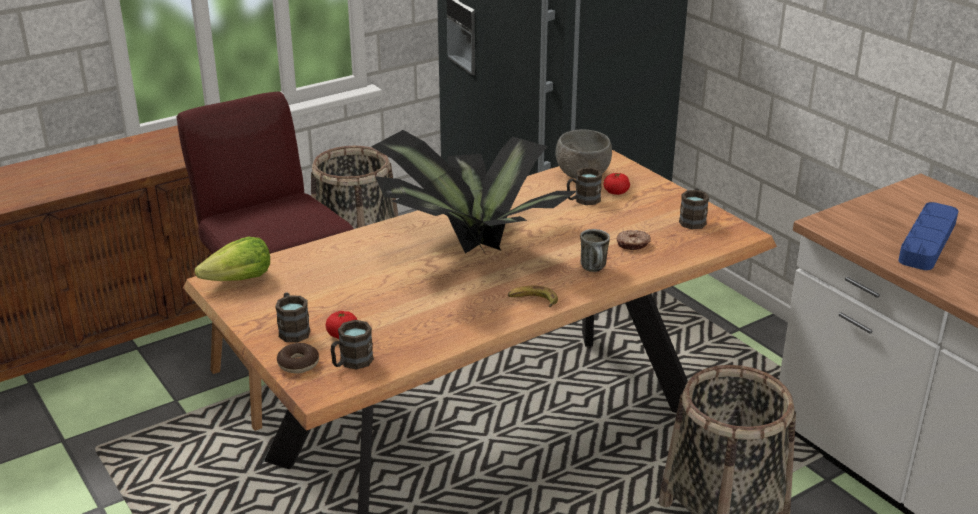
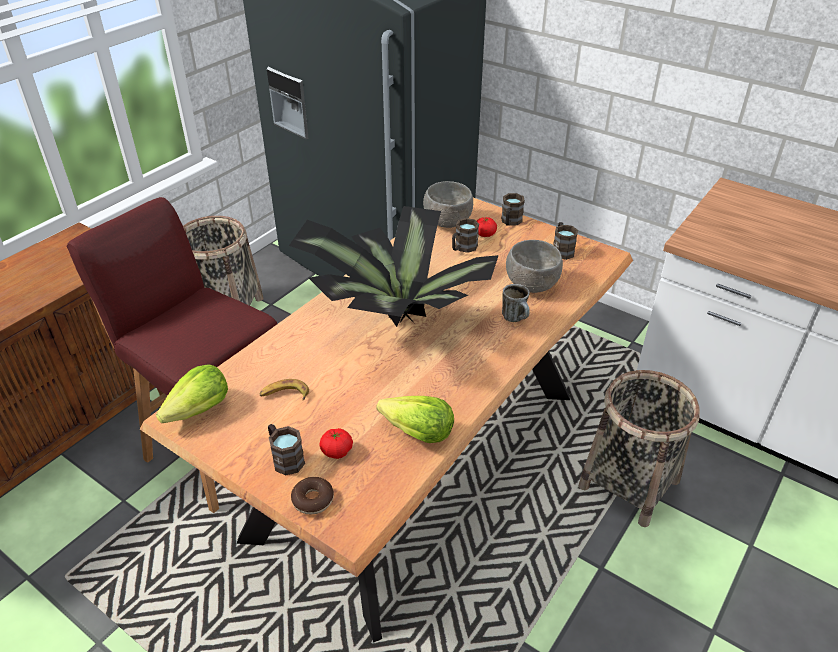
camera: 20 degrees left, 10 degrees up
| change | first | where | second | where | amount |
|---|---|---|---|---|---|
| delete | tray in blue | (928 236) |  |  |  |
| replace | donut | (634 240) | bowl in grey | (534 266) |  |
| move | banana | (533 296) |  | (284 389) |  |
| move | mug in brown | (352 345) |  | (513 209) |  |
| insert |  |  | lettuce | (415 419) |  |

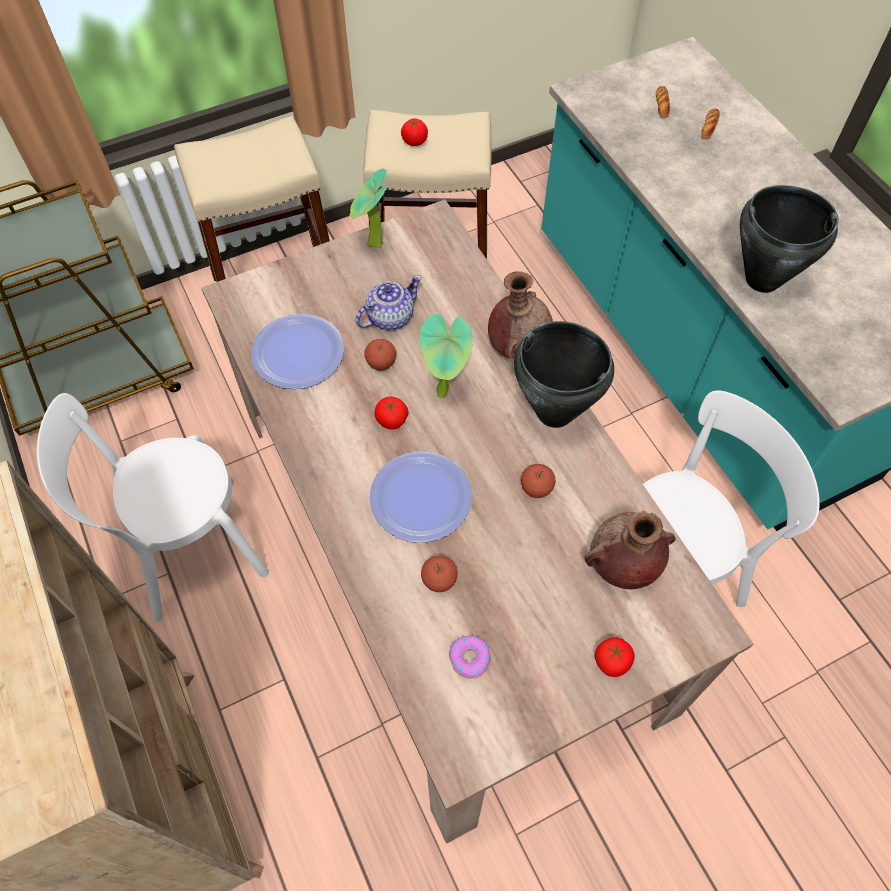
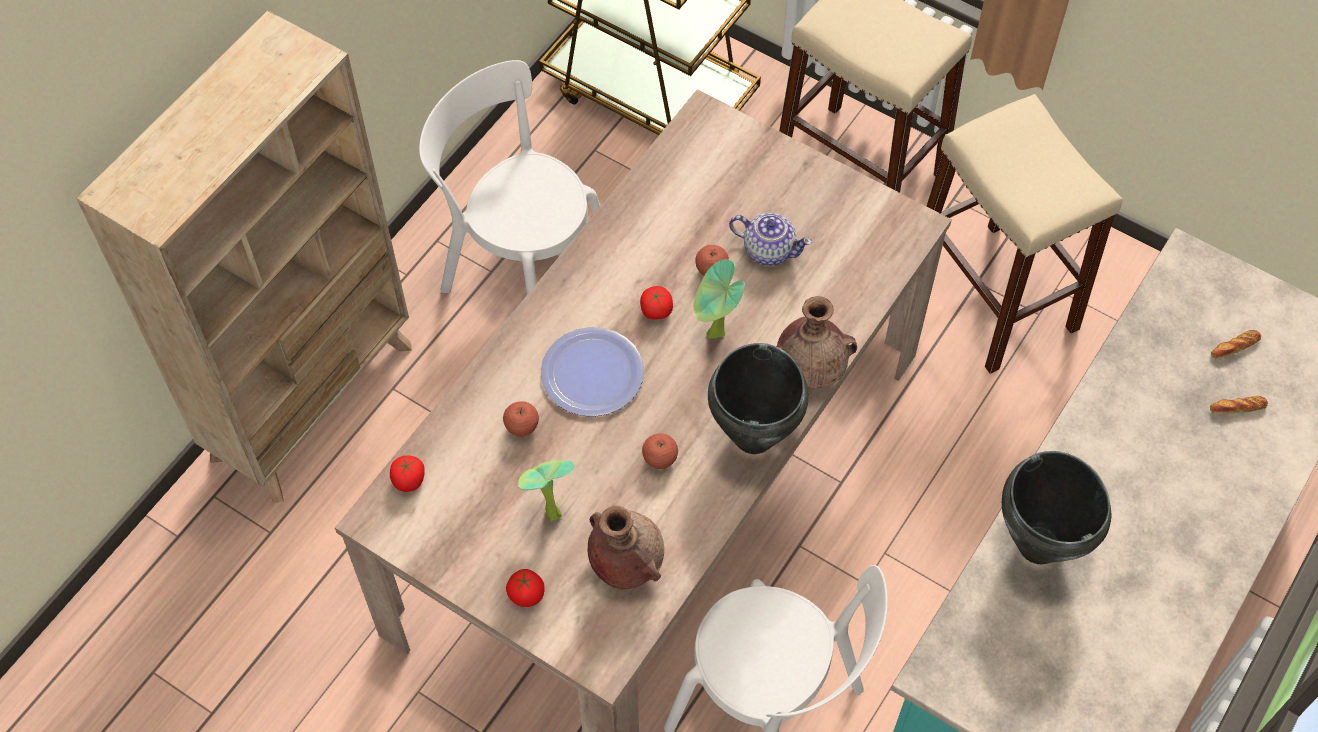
camera: 60 degrees right, 0 degrees up
| change | first | where | second | where | amount |
|---|---|---|---|---|---|
| move | tomato | (414 132) |  | (407 474) |  |
| move | potted plant | (368 208) |  | (546 491) |  |
| delete | plate | (297 351) |  |  |  |
| delete | donut | (470 657) |  |  |  |

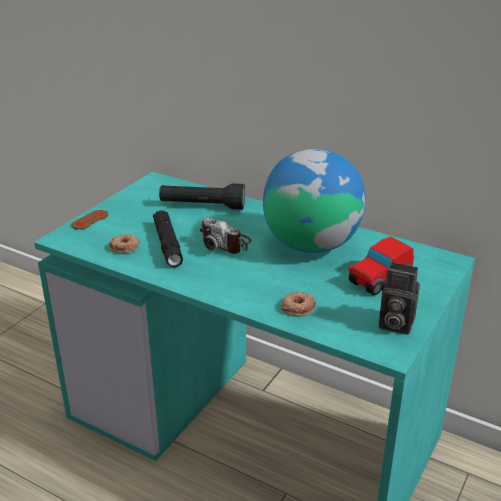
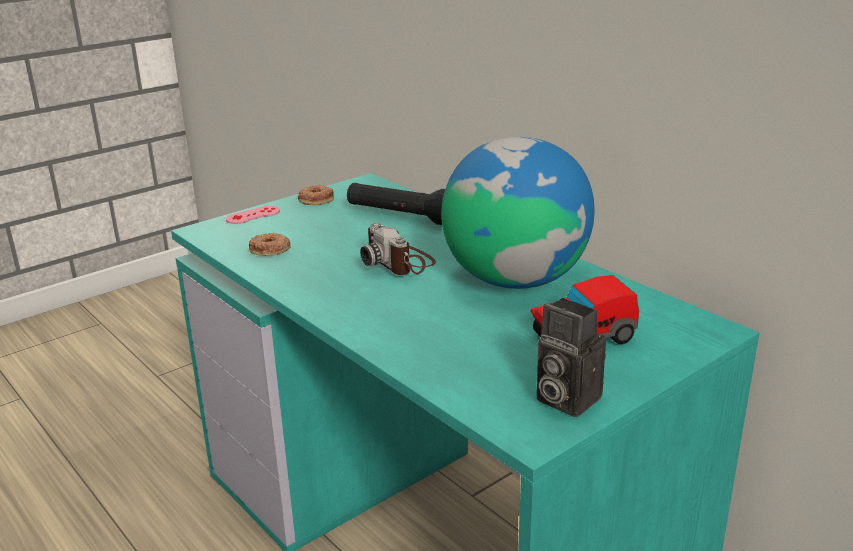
camera: 20 degrees right, 5 degrees down
| change | first | where | second | where | amount |
|---|---|---|---|---|---|
| recolor | game controller in brown | (90 220) | game controller in pink | (253 215) |  |
| delete | flashlight in black | (168 239) |  |  |  |
| move | donut | (298 304) |  | (316 194) |  |

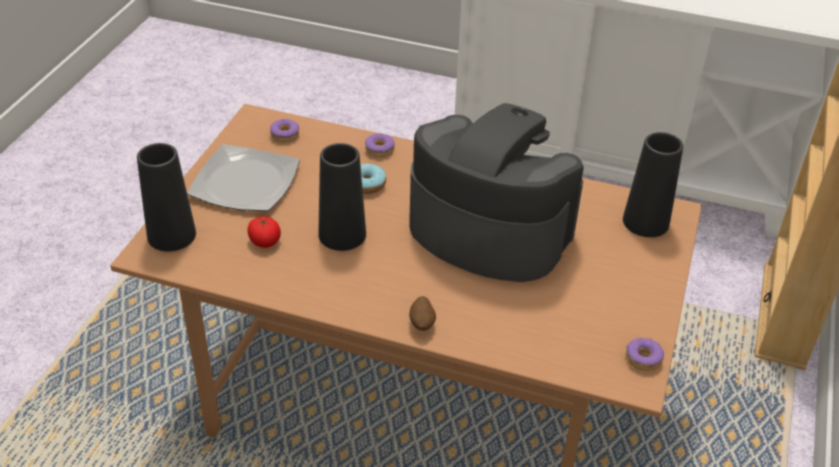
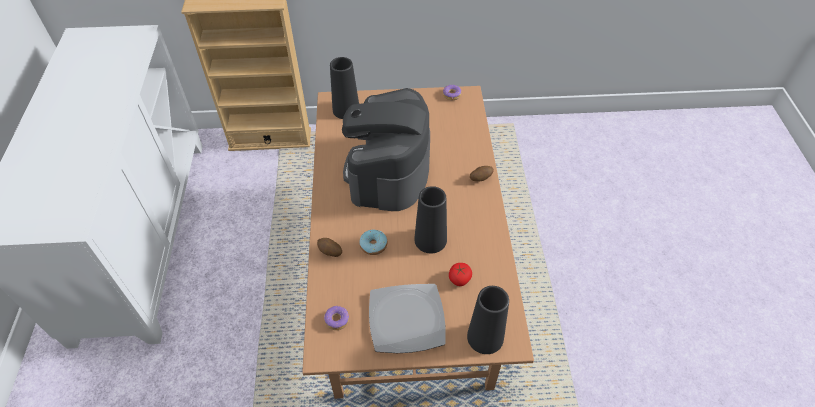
camera: 110 degrees left, 10 degrees up
| change | first | where | second | where | amount |
|---|---|---|---|---|---|
| replace | donut | (379 145) | potato | (329 247) |  |

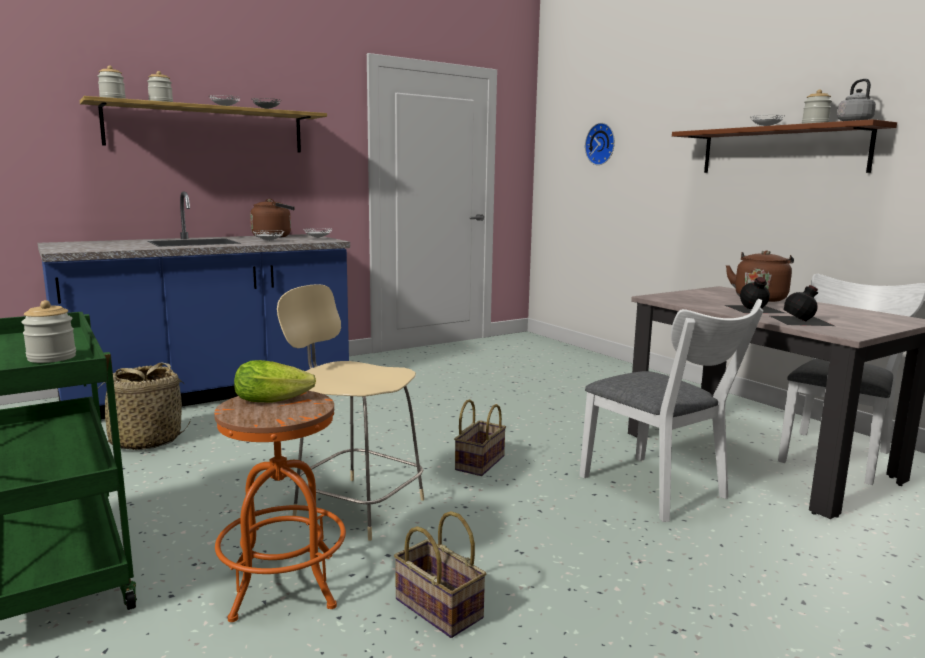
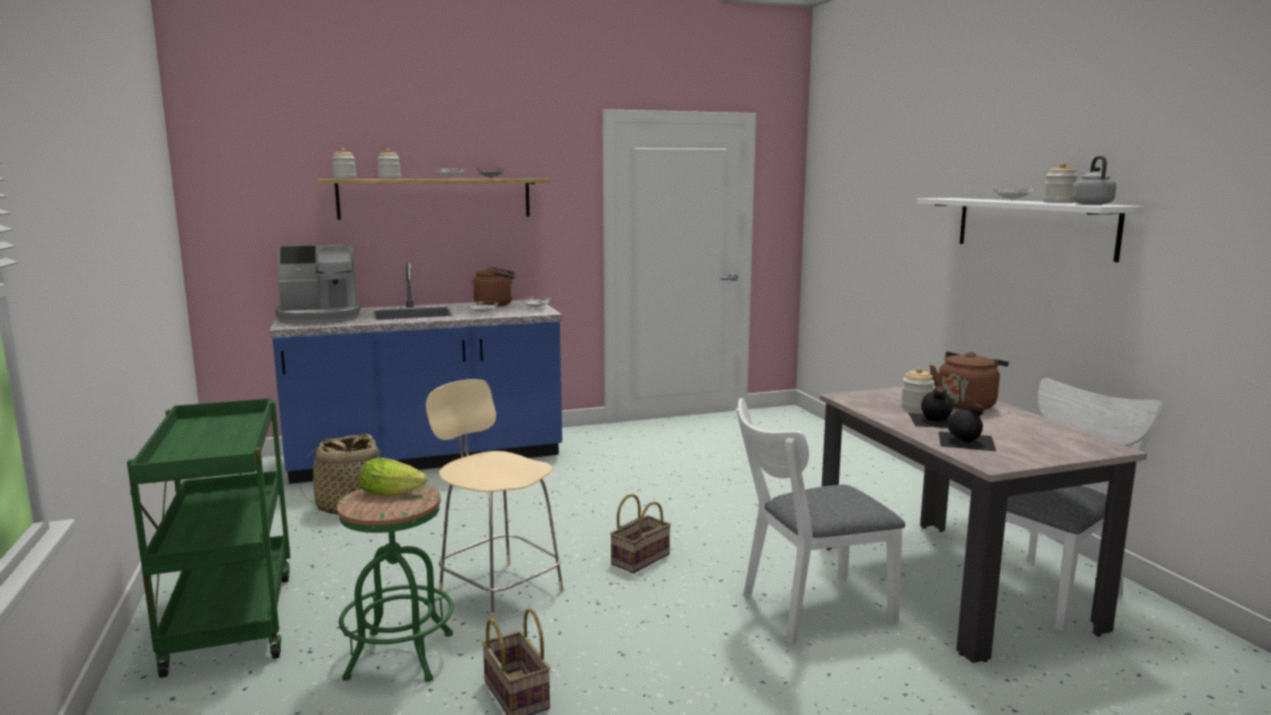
camera: 15 degrees right, 0 degrees up
| change | first | where | second | where | amount |
|---|---|---|---|---|---|
| recolor | shelf in brown | (784 146) | shelf in white | (1031 230) |  |
| delete | wall clock | (600 144) |  |  |  |
| rotate | chair in white | (671 410) |  | (820 521) | 90 degrees clockwise |
| move | jar | (48 331) |  | (918 389) |  |
| recolor | stool in orange | (280 506) | stool in green | (395 583) |  |
| insert |  |  | coffee machine | (318 284) |  |

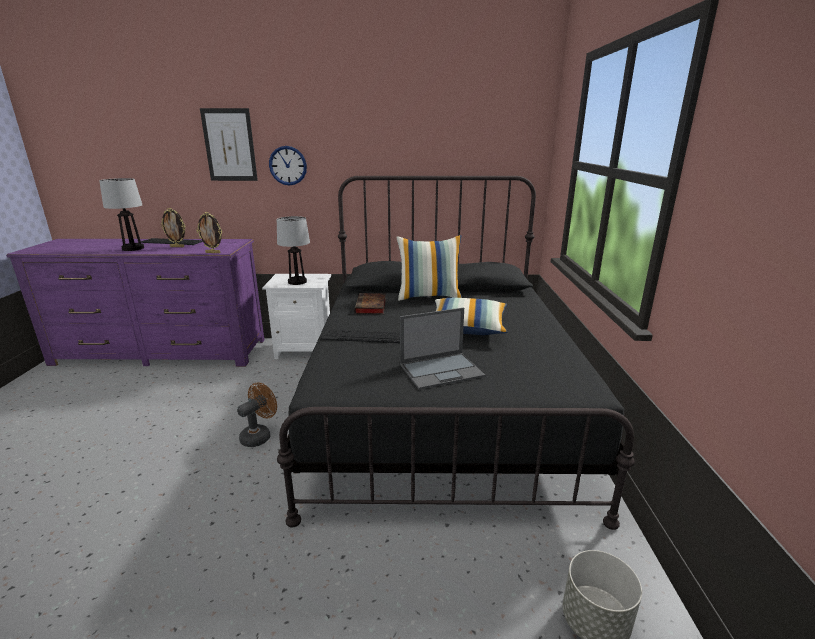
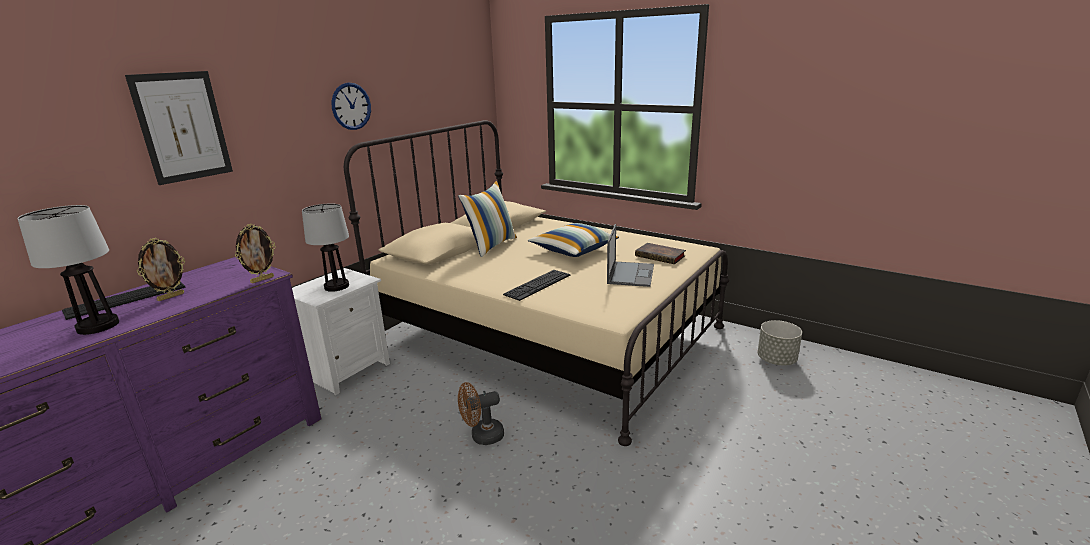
camera: 55 degrees left, 0 degrees up
| change | first | where | second | where | amount |
|---|---|---|---|---|---|
| move | wall clock | (288 166) |  | (351 106) |  |
| recolor | bed in black | (456 353) | bed in beige | (536 283) |  |
| move | book | (370 303) |  | (660 253) |  |
| rotate | fan in brown | (257 414) |  | (481 413) | 90 degrees counterclockwise |

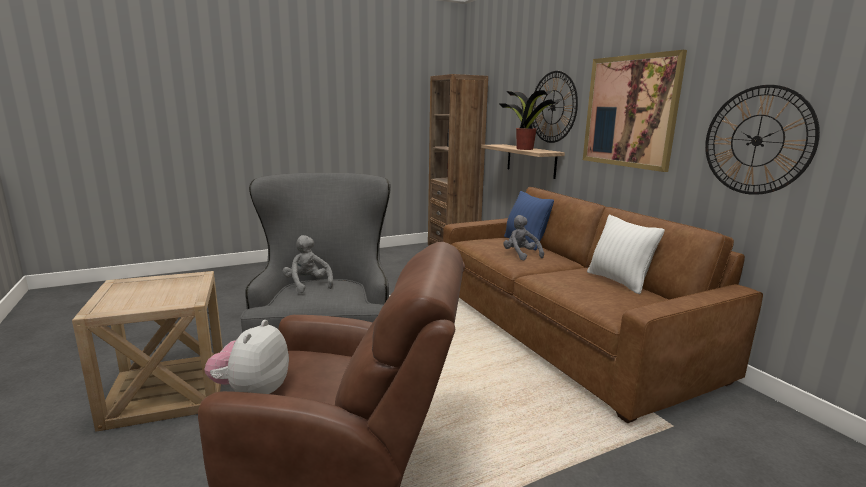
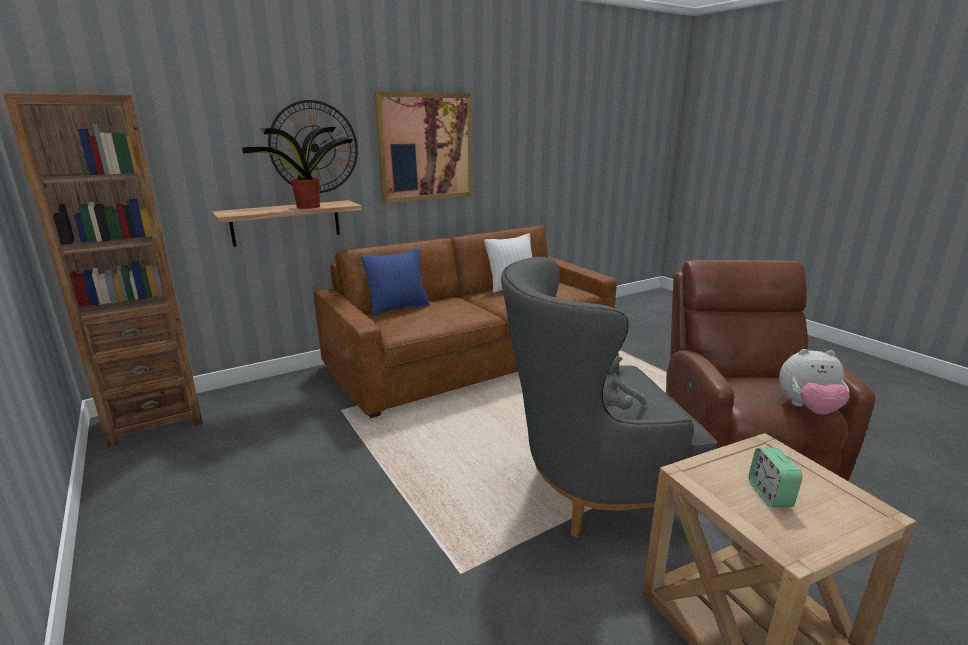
camera: 95 degrees left, 5 degrees up
| change | first | where | second | where | amount |
|---|---|---|---|---|---|
| delete | wall clock | (762 140) |  |  |  |
| delete | plush toy in grey | (523 238) |  |  |  |
| insert |  |  | alarm clock | (776 477) |  |

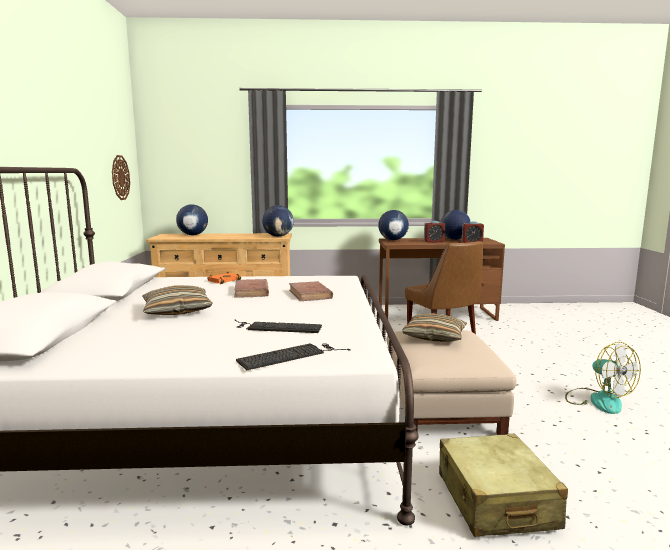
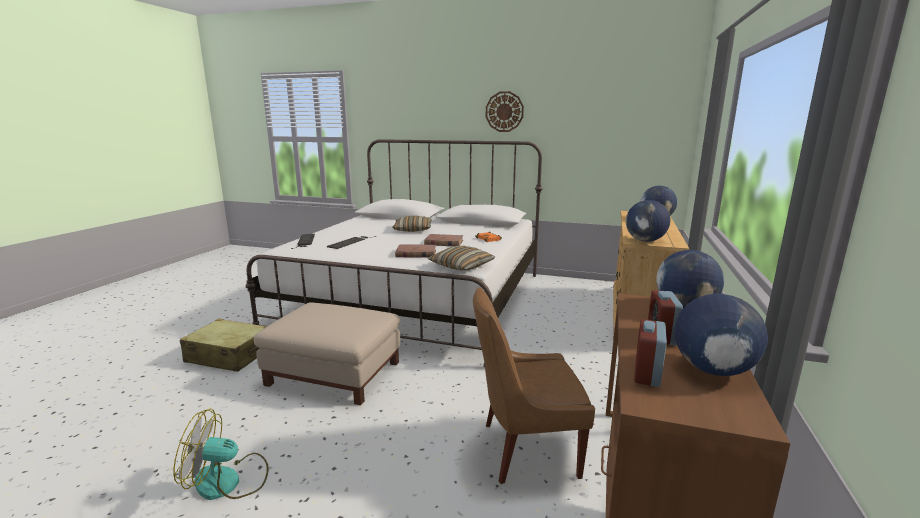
camera: 110 degrees right, 5 degrees up
| change | first | where | second | where | amount |
|---|---|---|---|---|---|
| move | wall clock | (121 177) |  | (505 111) |  |
| move | pillow | (434 327) |  | (462 258) |  |

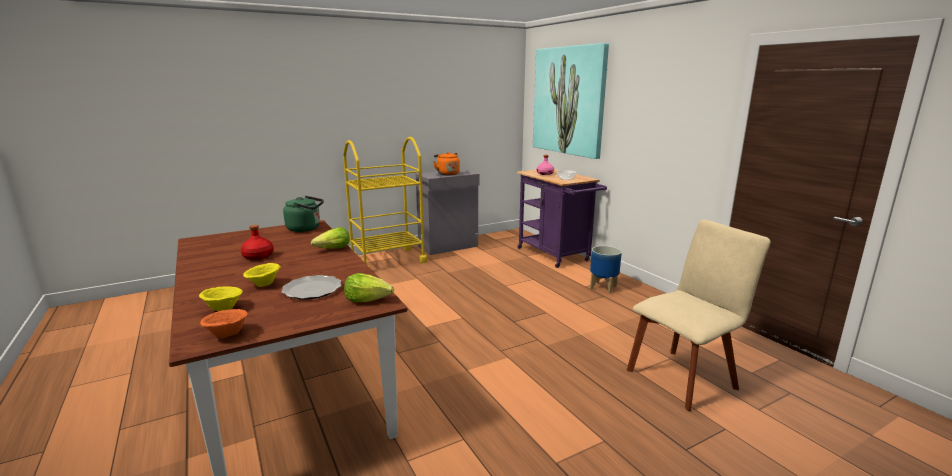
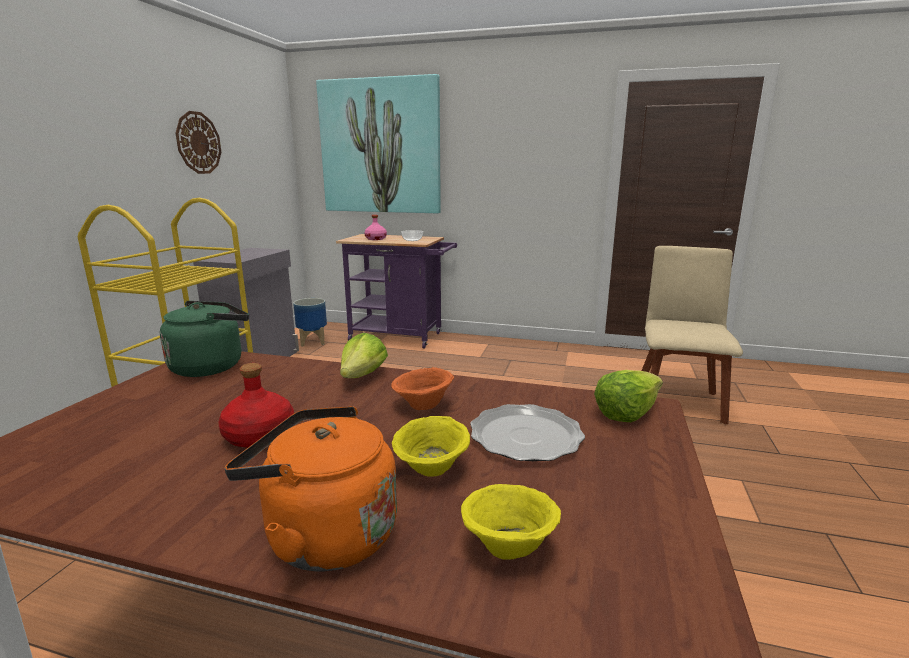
camera: 45 degrees left, 0 degrees up
| change | first | where | second | where | amount |
|---|---|---|---|---|---|
| move | kettle in orange | (446 163) |  | (311 489) |  |
| move | planter | (606 269) |  | (310 322) |  |
| move | bowl in orange | (223 323) |  | (422 388) |  |
| insert |  |  | wall clock | (198 142) |  |

